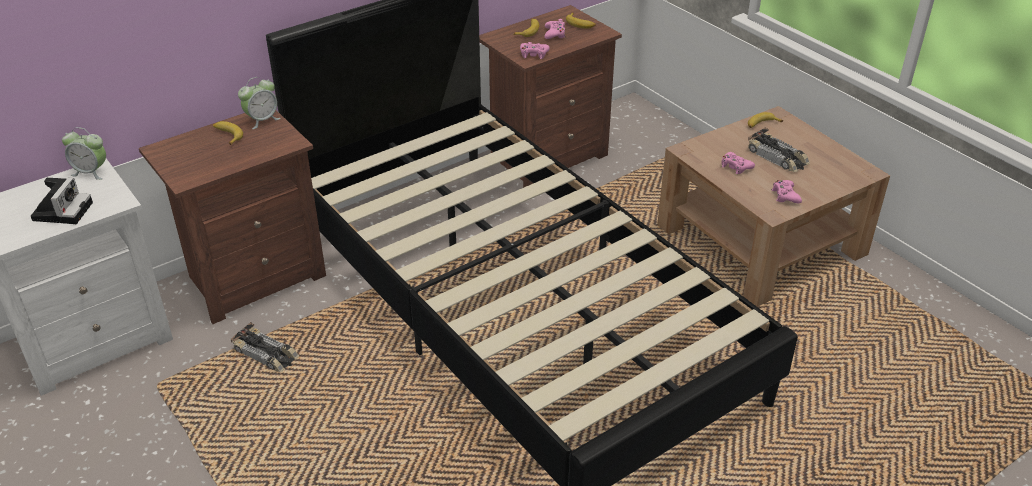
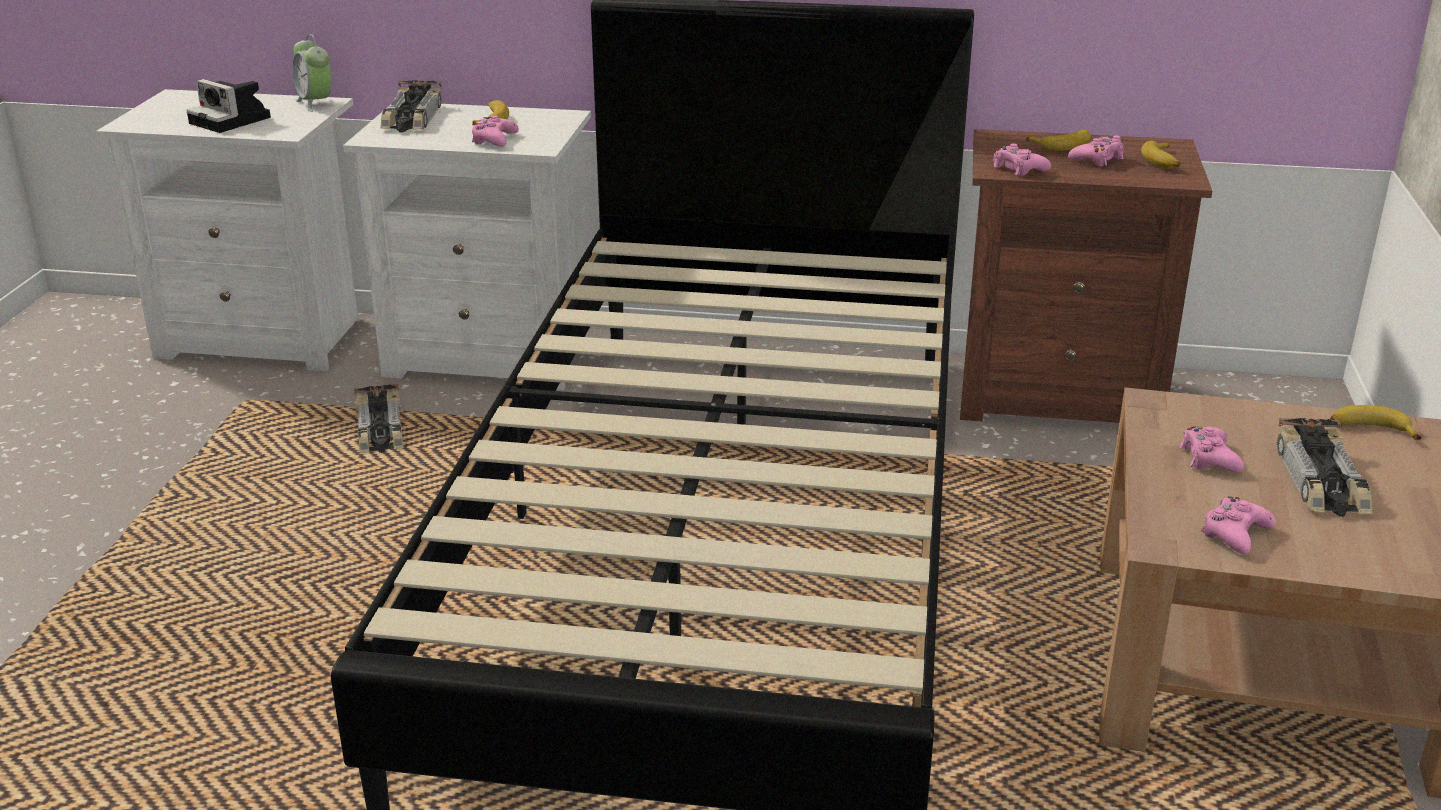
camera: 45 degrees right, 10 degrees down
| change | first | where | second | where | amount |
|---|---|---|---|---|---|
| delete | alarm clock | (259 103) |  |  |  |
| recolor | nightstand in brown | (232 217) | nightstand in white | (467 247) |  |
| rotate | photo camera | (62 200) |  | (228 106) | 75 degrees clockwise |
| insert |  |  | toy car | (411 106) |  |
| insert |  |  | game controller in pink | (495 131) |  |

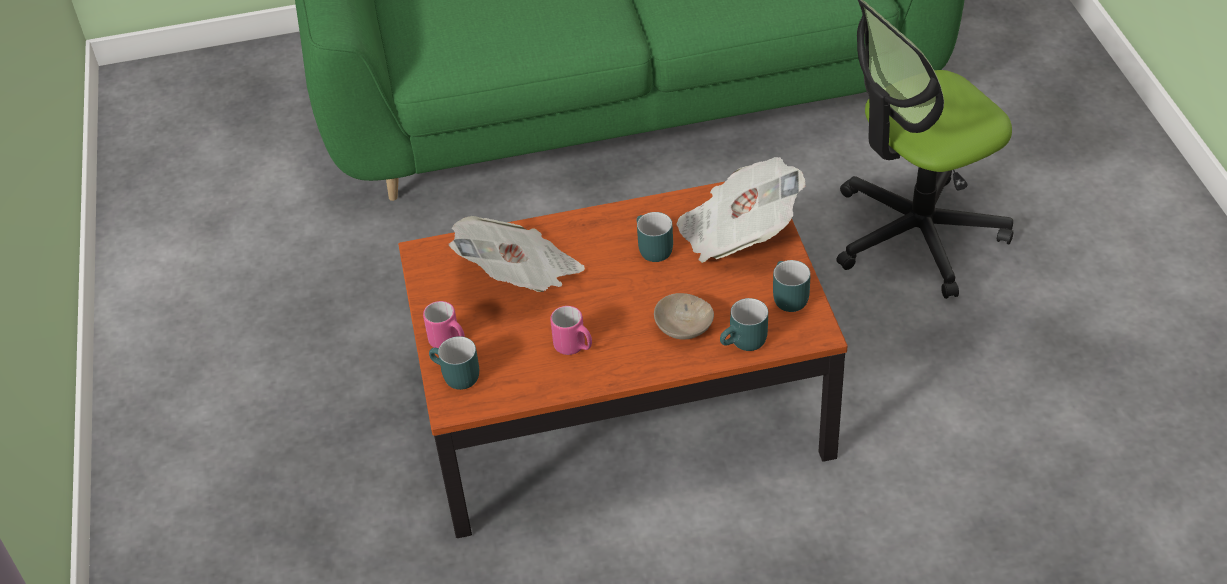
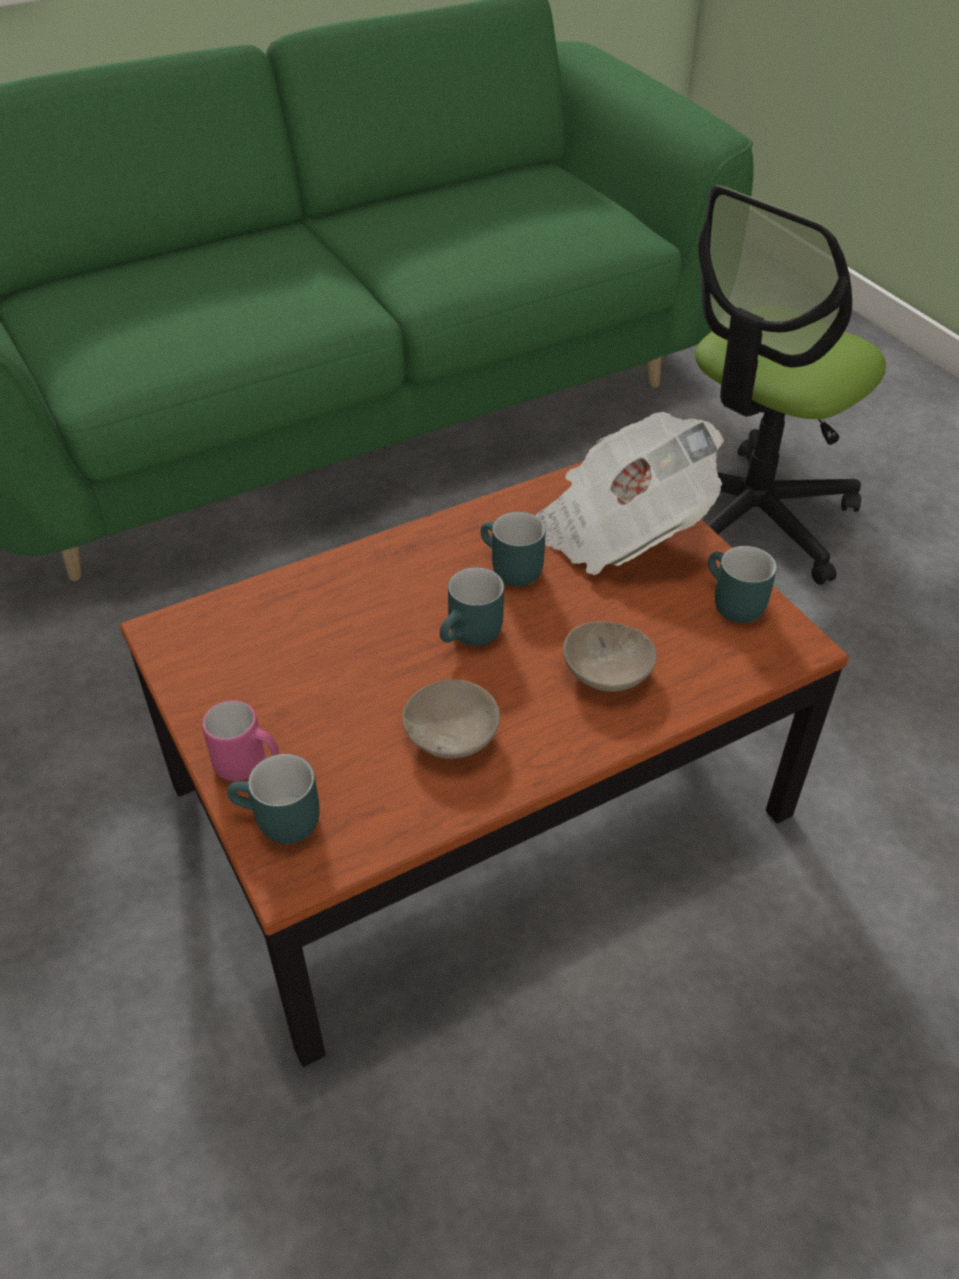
camera: 20 degrees left, 0 degrees up
| change | first | where | second | where | amount |
|---|---|---|---|---|---|
| delete | newspaper | (517 254) |  |  |  |
| move | mug in turquoise | (744 324) |  | (472 606) |  |
| replace | mug in pink | (571 330) | bowl in beige | (451 719) |  |

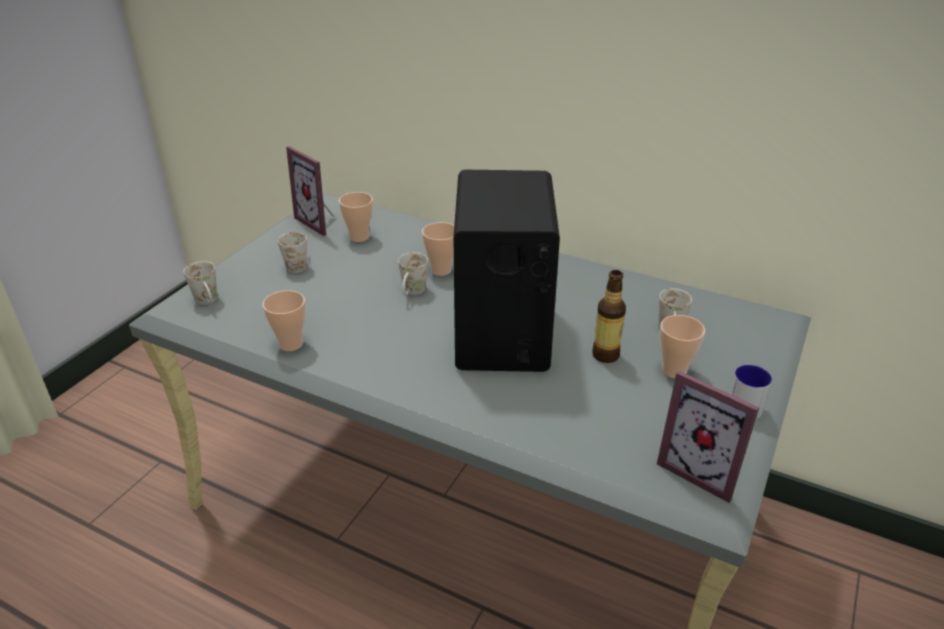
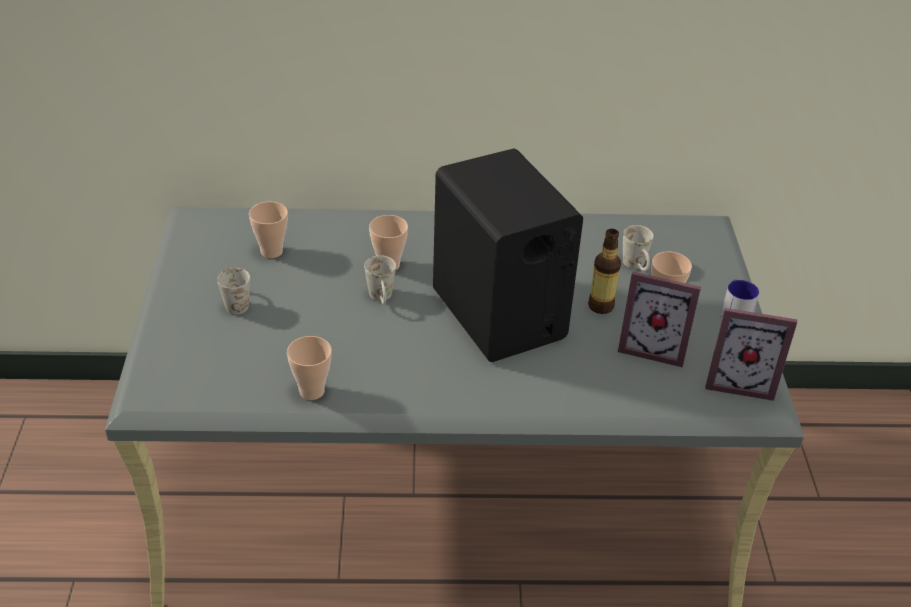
camera: 30 degrees left, 5 degrees up
| change | first | where | second | where | amount |
|---|---|---|---|---|---|
| move | picture frame | (310 191) |  | (659 319) |  |
| delete | mug in white | (200 283) |  |  |  |

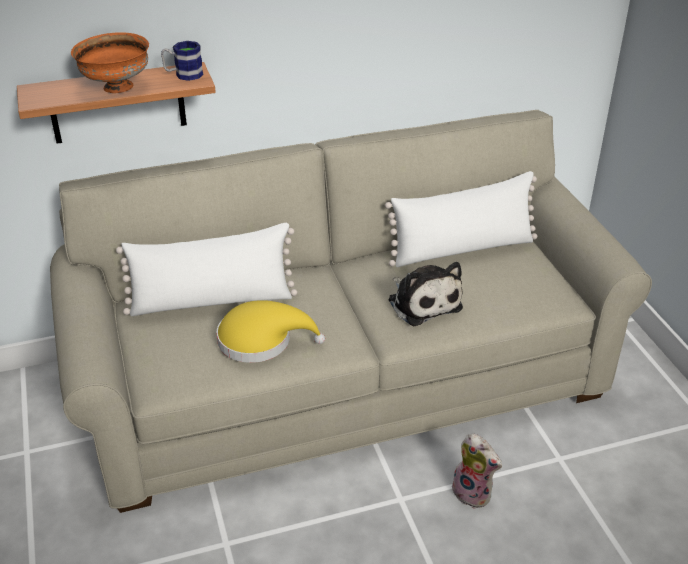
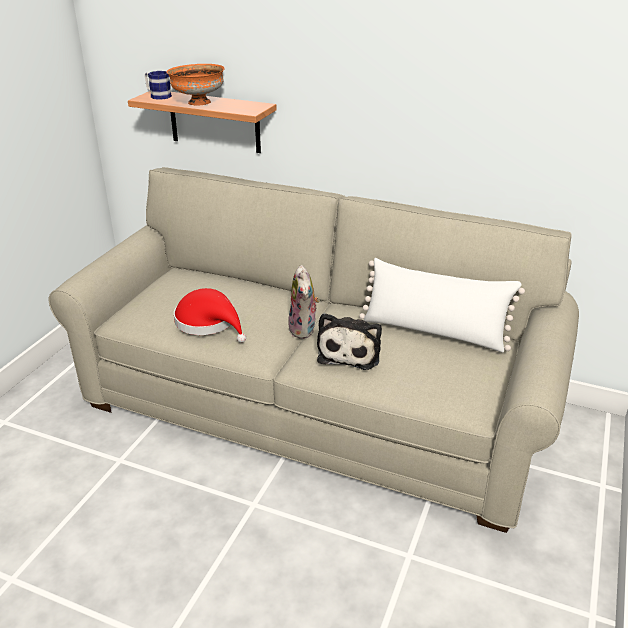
camera: 40 degrees right, 5 degrees down
| change | first | where | second | where | amount |
|---|---|---|---|---|---|
| move | mug | (182 61) |  | (158 85) |  |
| delete | pillow in white | (206 269) |  |  |  |
| recolor | hat in yellow | (271 331) | hat in red | (210 315) |  |
| move | plush toy | (476 471) |  | (304 302) |  |

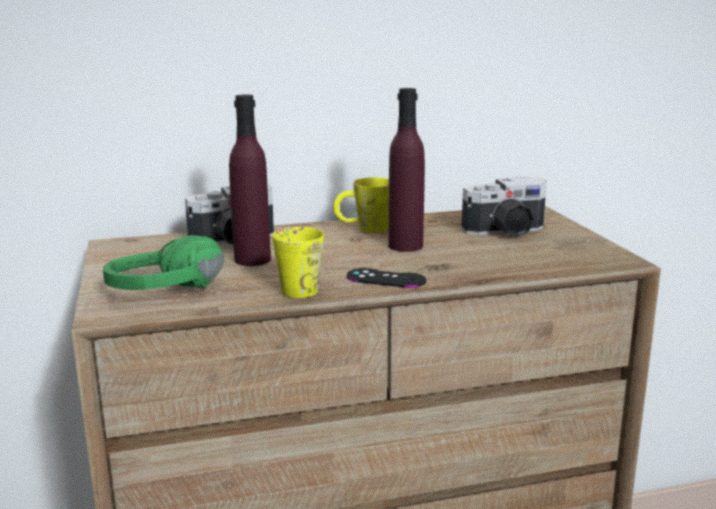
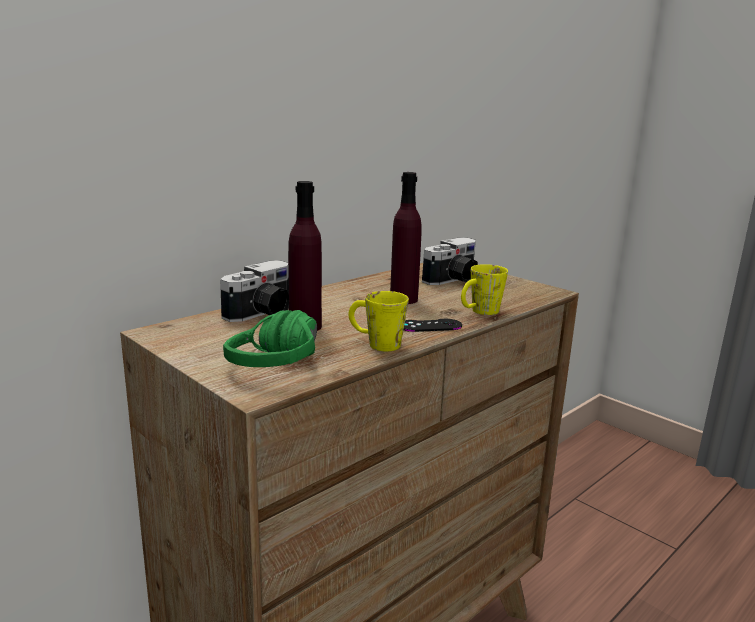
camera: 30 degrees left, 0 degrees up
| change | first | where | second | where | amount |
|---|---|---|---|---|---|
| move | mug in yellow | (361 205) |  | (484 289) |  |

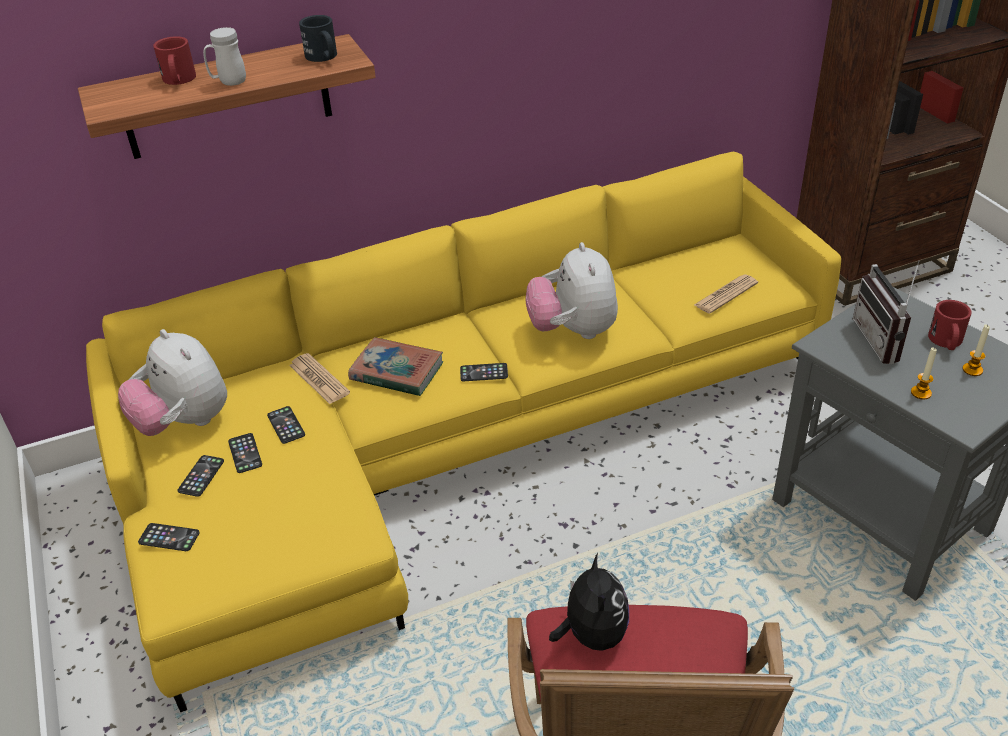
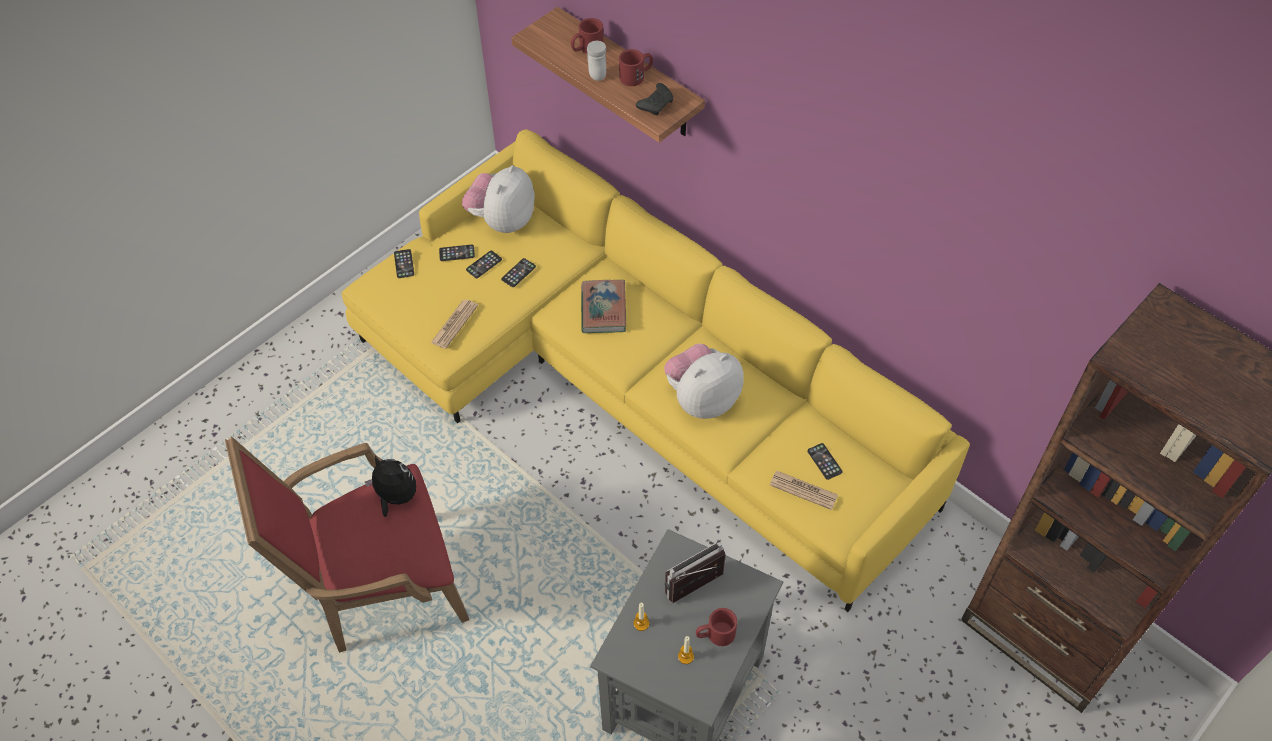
camera: 65 degrees right, 15 degrees up
| change | first | where | second | where | amount |
|---|---|---|---|---|---|
| replace | mug in black | (318 38) | game controller in black | (654 99) |  |
| move | newspaper | (319 378) |  | (454 324) |  |
| move | phone | (484 372) |  | (825 461) |  |
| rotate | plush toy | (589 602) |  | (390 486) | 120 degrees counterclockwise |
| insert |  |  | mug in red | (636 67) |  |

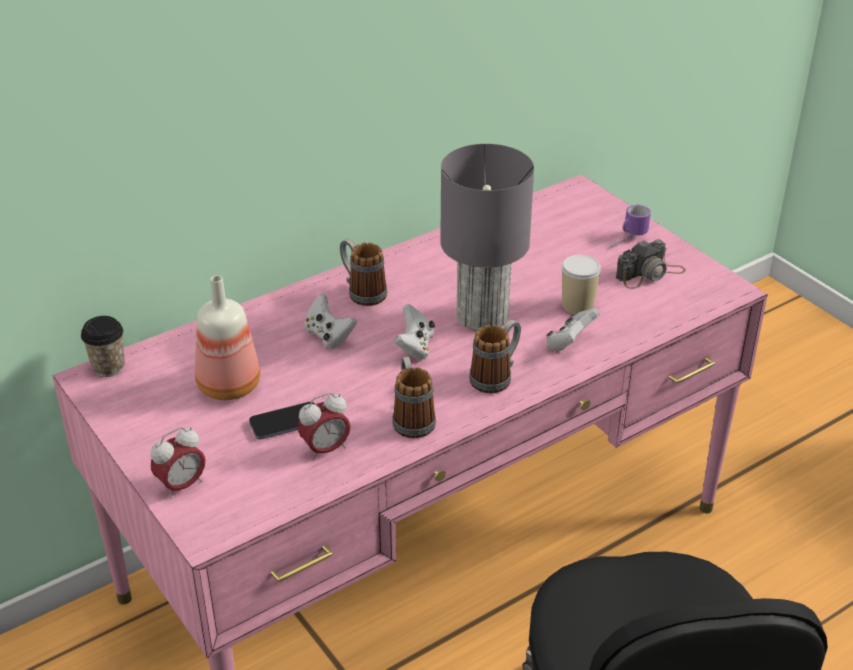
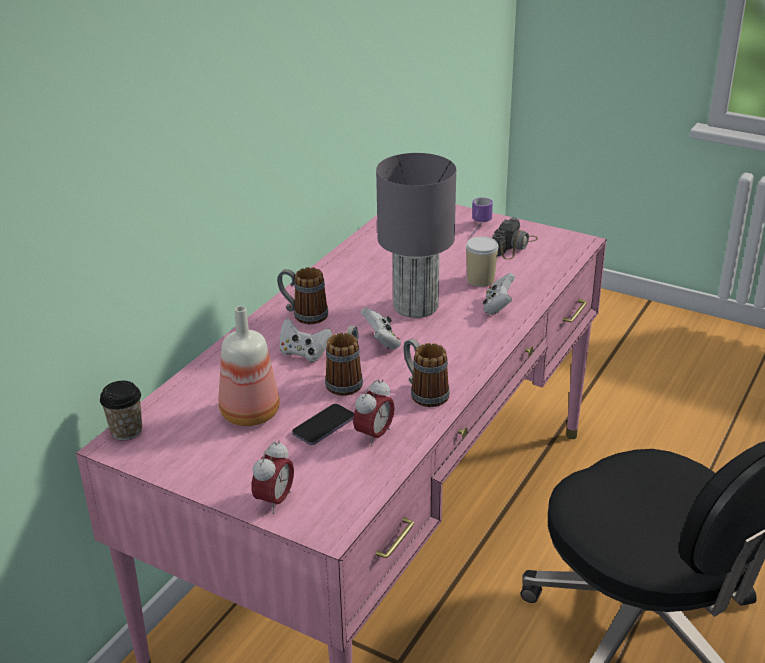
camera: 25 degrees left, 5 degrees down
| change | first | where | second | where | amount |
|---|---|---|---|---|---|
| move | mug | (495 357) |  | (344 361) |  |

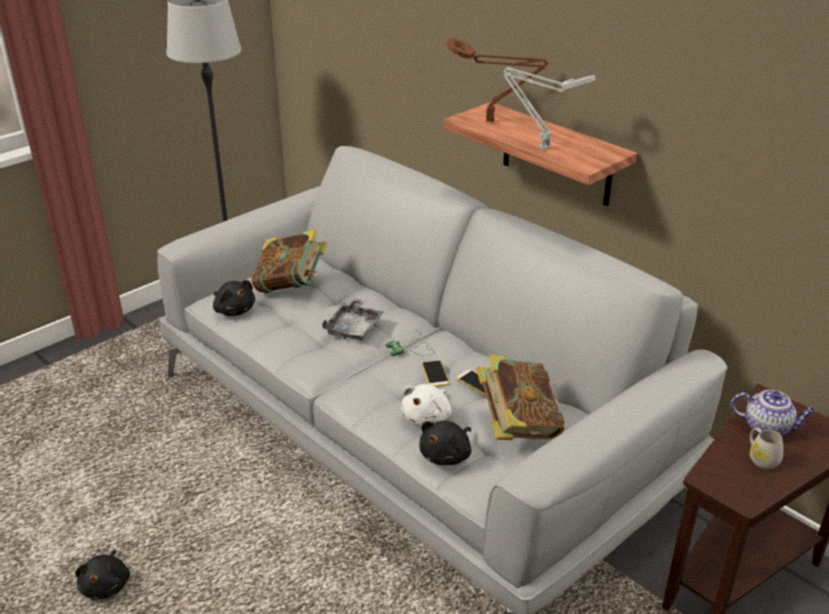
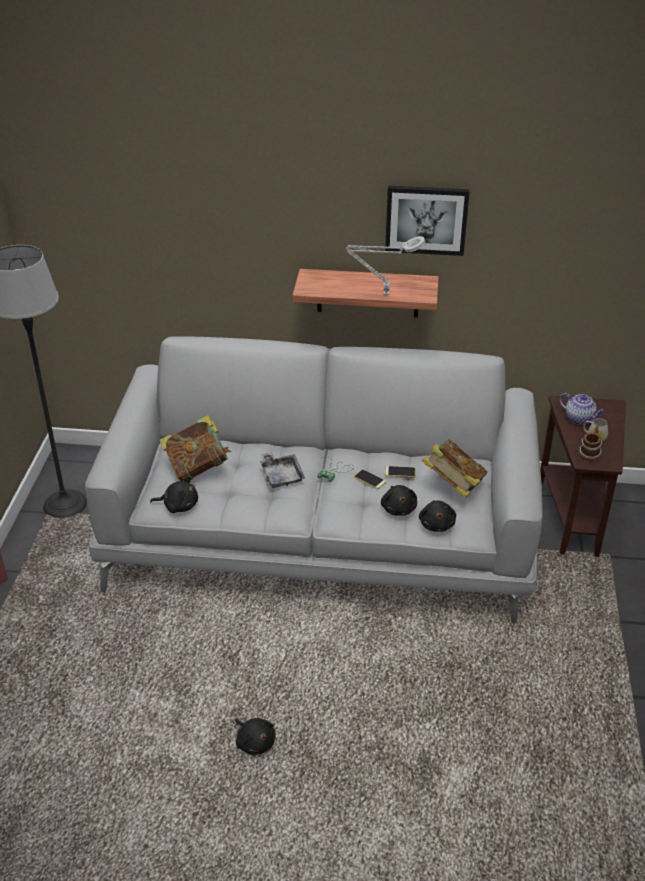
camera: 40 degrees left, 5 degrees up
| change | first | where | second | where | amount |
|---|---|---|---|---|---|
| delete | table lamp in brown | (497 80) |  |  |  |
| recolor | plush toy in white | (426 405) | plush toy in black | (399 500) |  |
| rotate | teapot | (773 413) |  | (582 409) | 60 degrees clockwise |
| insert |  |  | picture | (427 221) |  |
| insert |  |  | mug | (590 443) |  |

